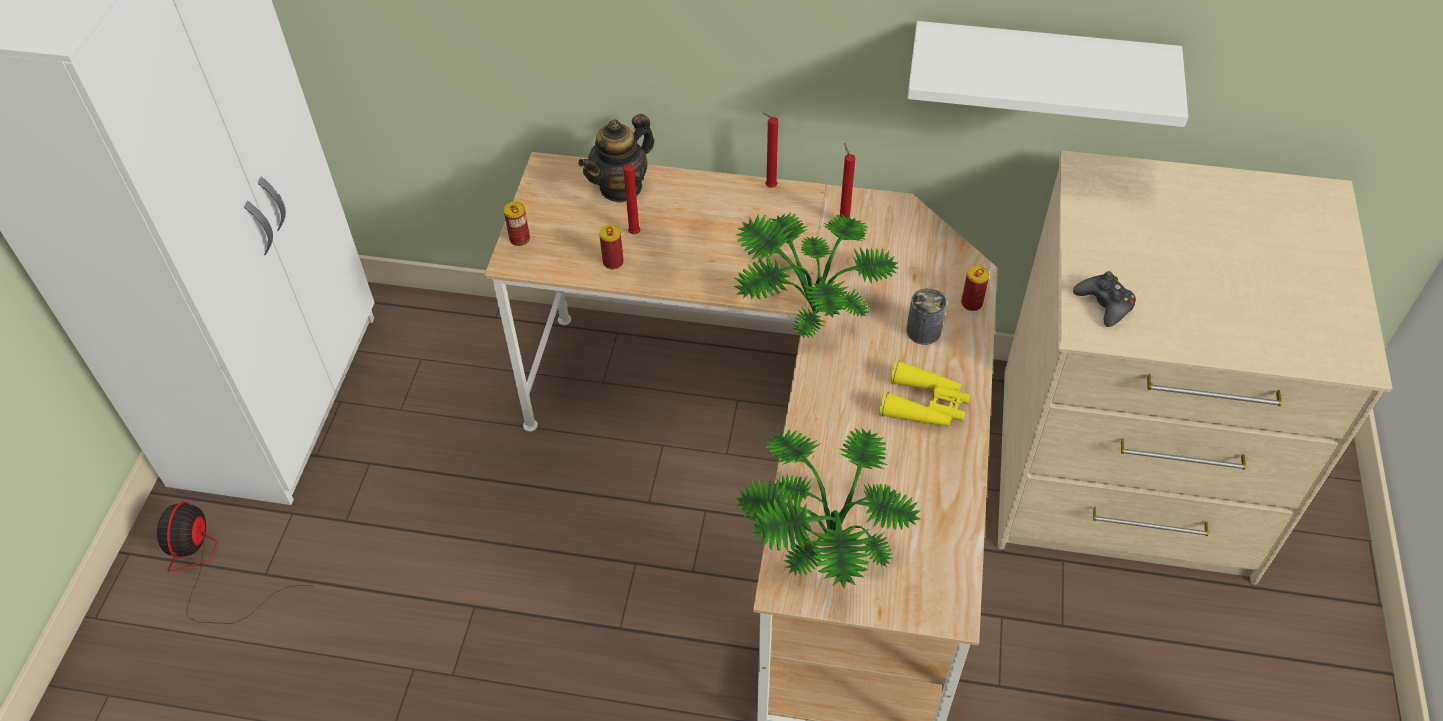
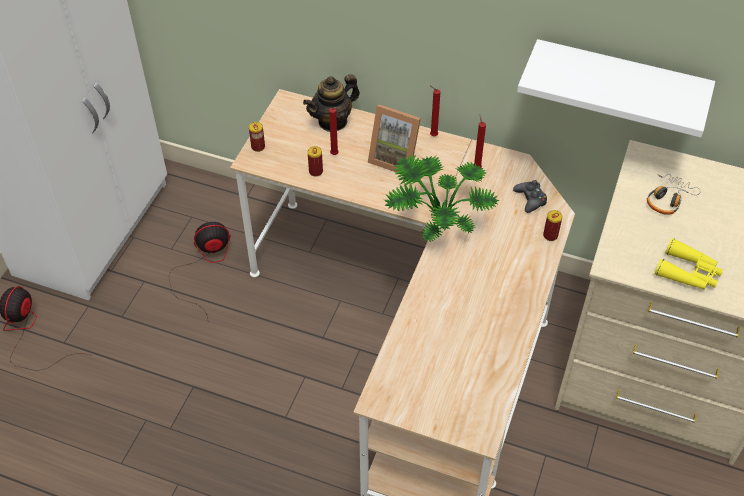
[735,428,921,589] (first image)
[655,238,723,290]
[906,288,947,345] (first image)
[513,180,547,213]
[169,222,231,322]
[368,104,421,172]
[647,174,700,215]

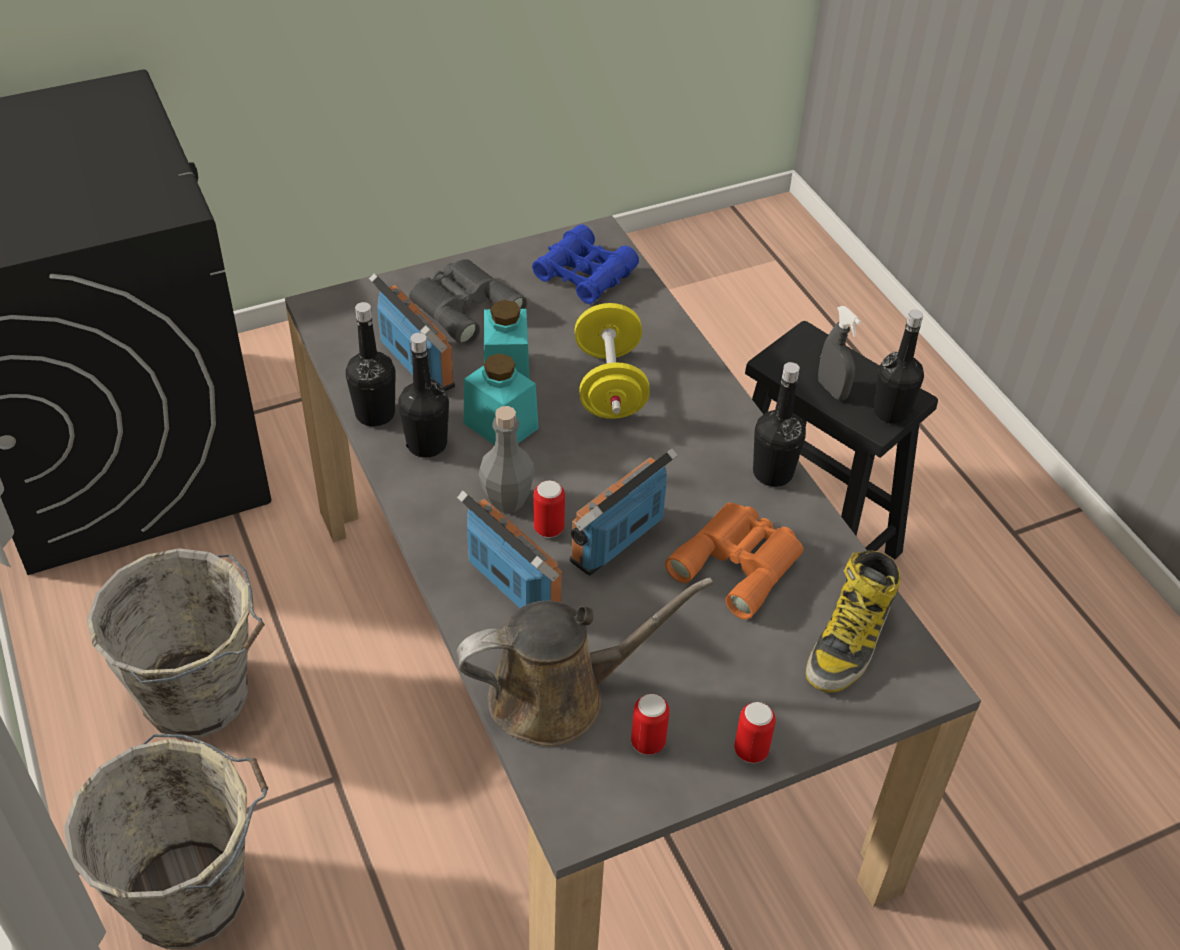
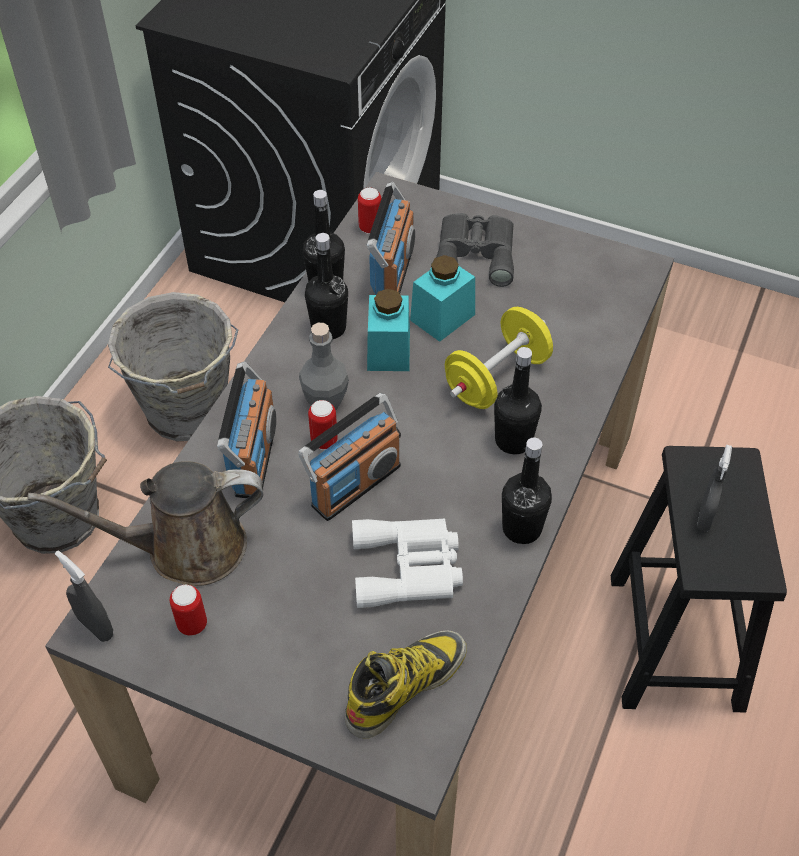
[28,461,263,586]
[532,224,639,304] (first image)
[298,393,401,521]
[352,518,463,608]
[358,187,381,234]
[345,630,467,738]
[494,347,542,454]
[55,550,113,642]

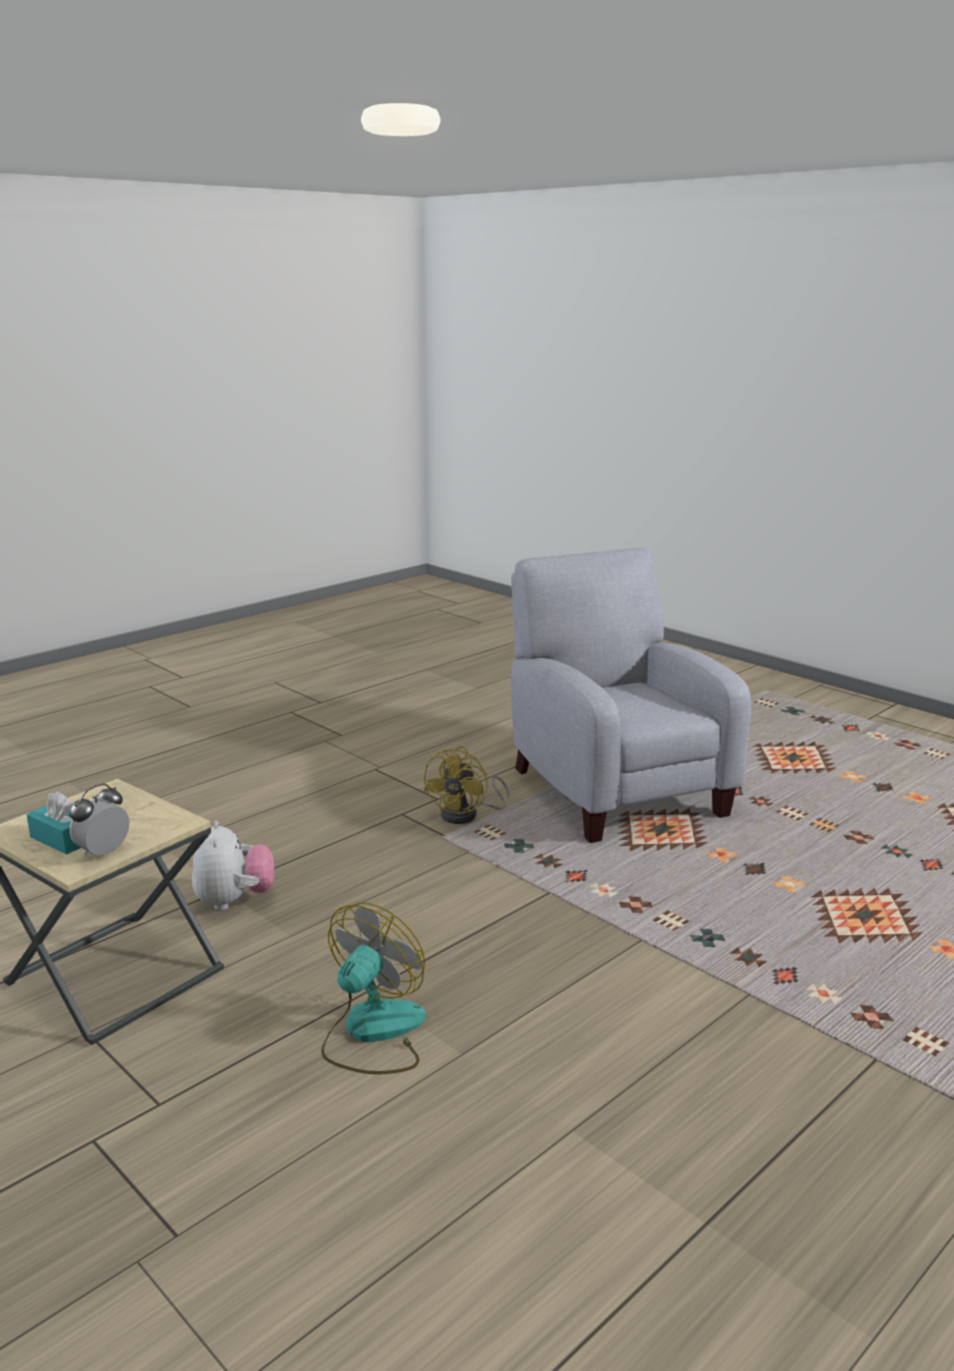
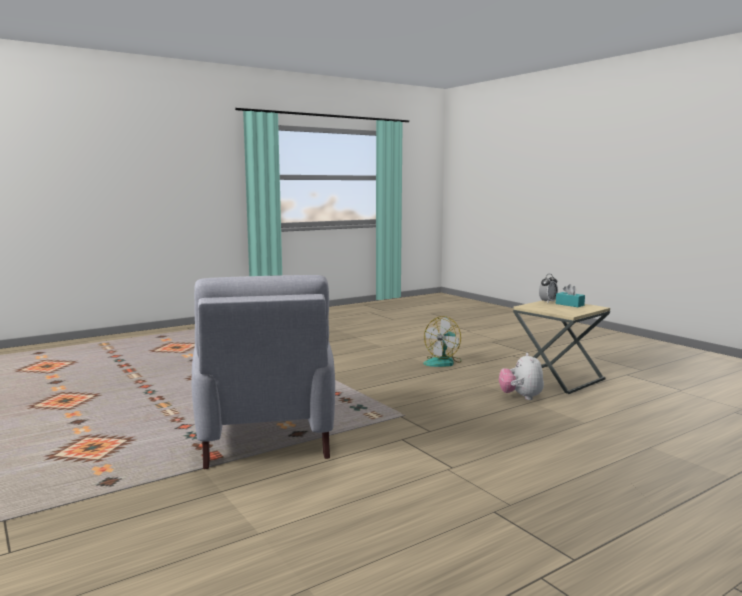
[423,746,509,824] (first image)

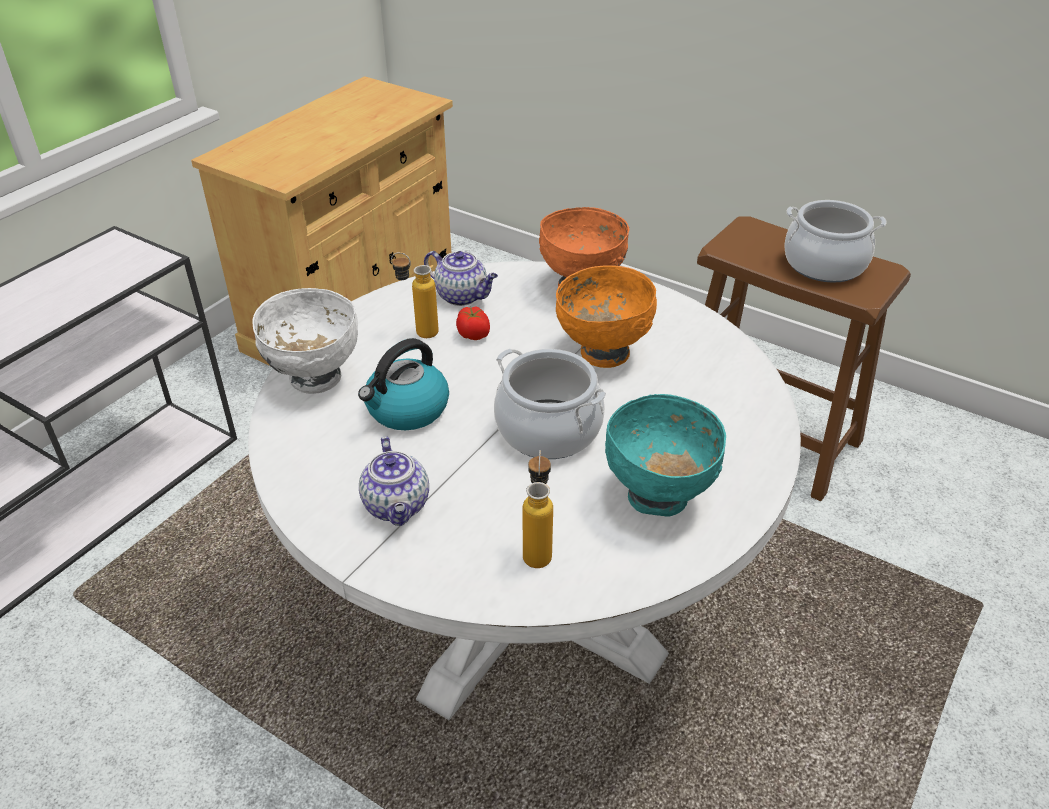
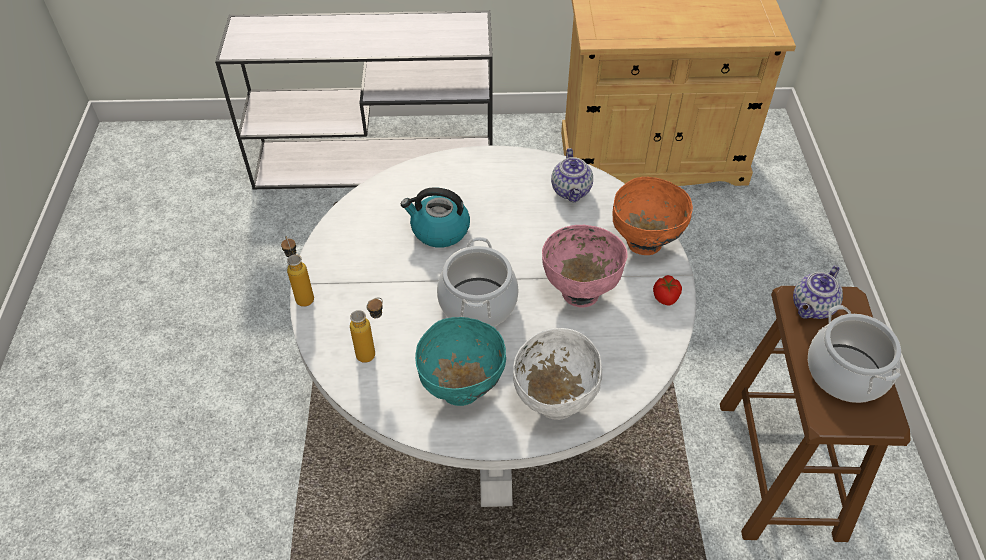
[513,328,602,420]
[793,265,843,319]
[281,235,314,307]
[653,275,682,306]
[542,225,628,308]

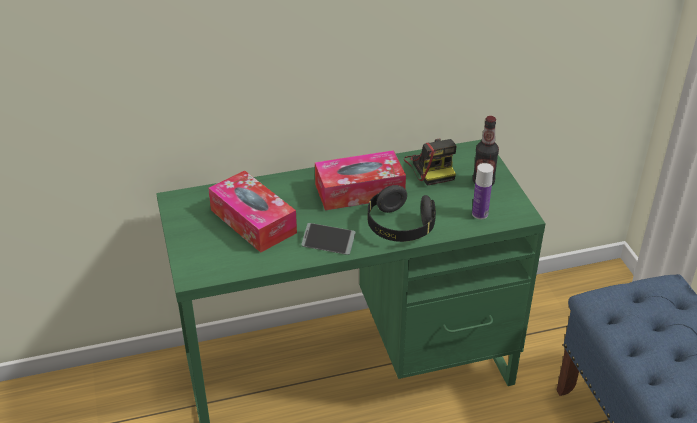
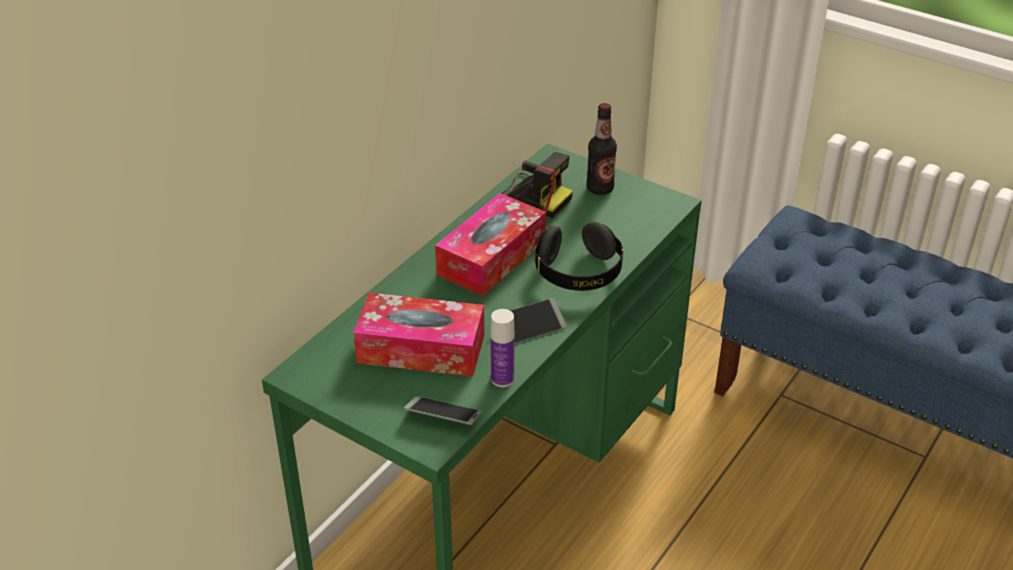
[491,309,515,387]
[404,397,482,425]

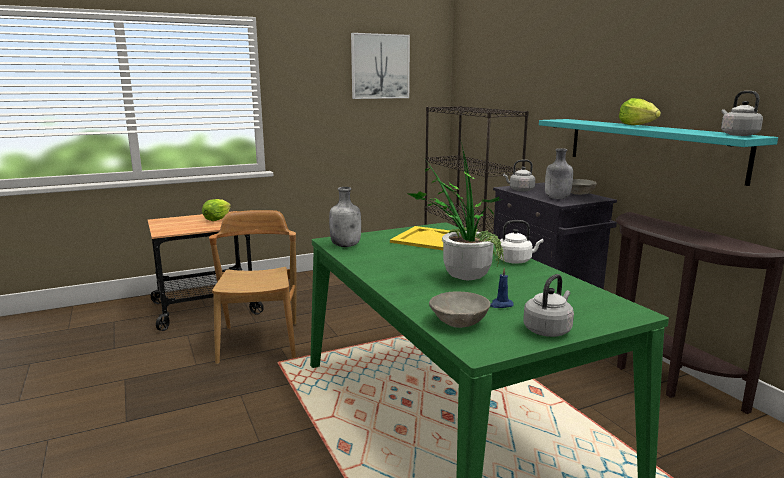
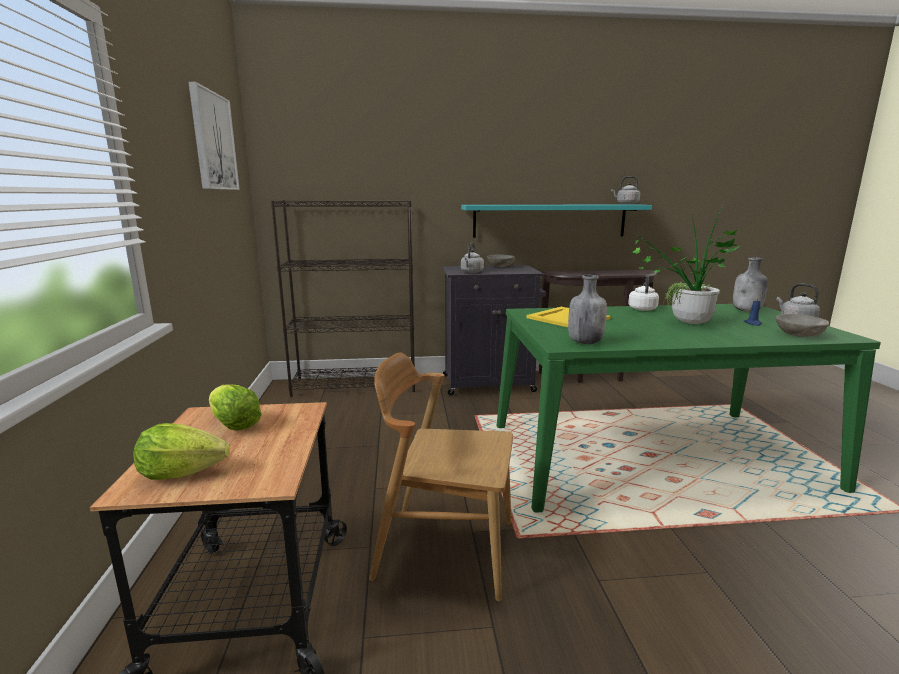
[733,257,768,312]
[133,423,230,480]

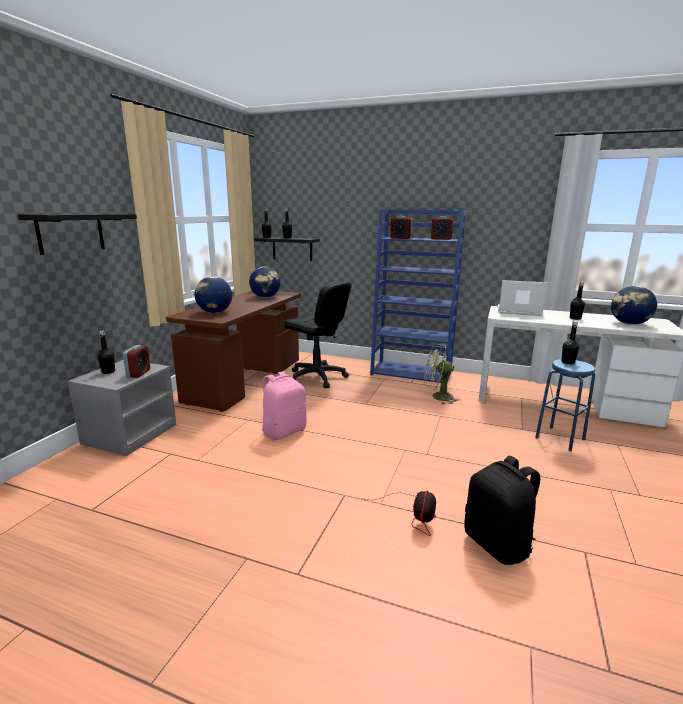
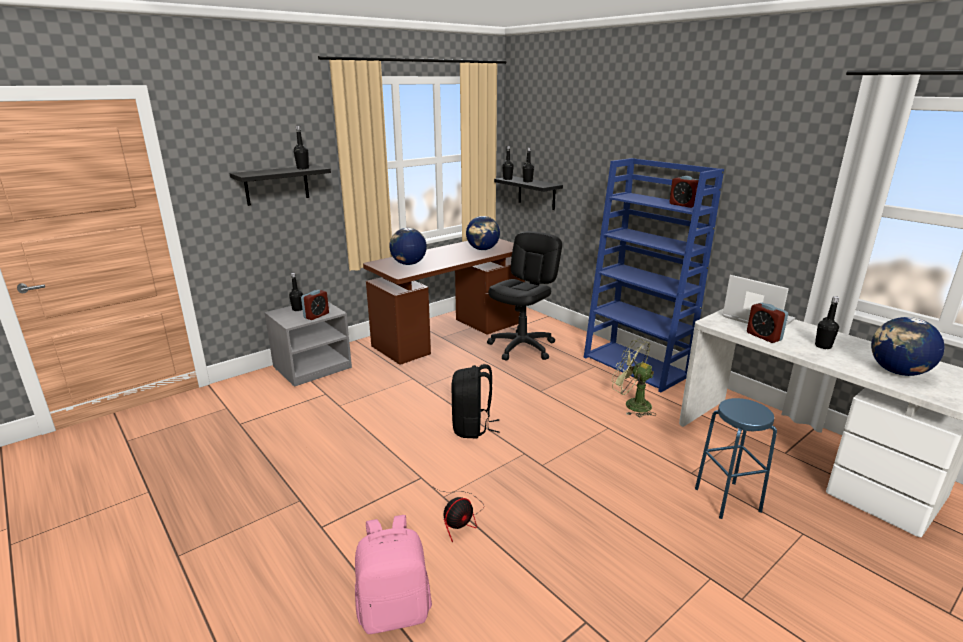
[355,515,432,634]
[487,231,562,361]
[747,303,788,343]
[451,364,500,438]
[294,126,309,169]

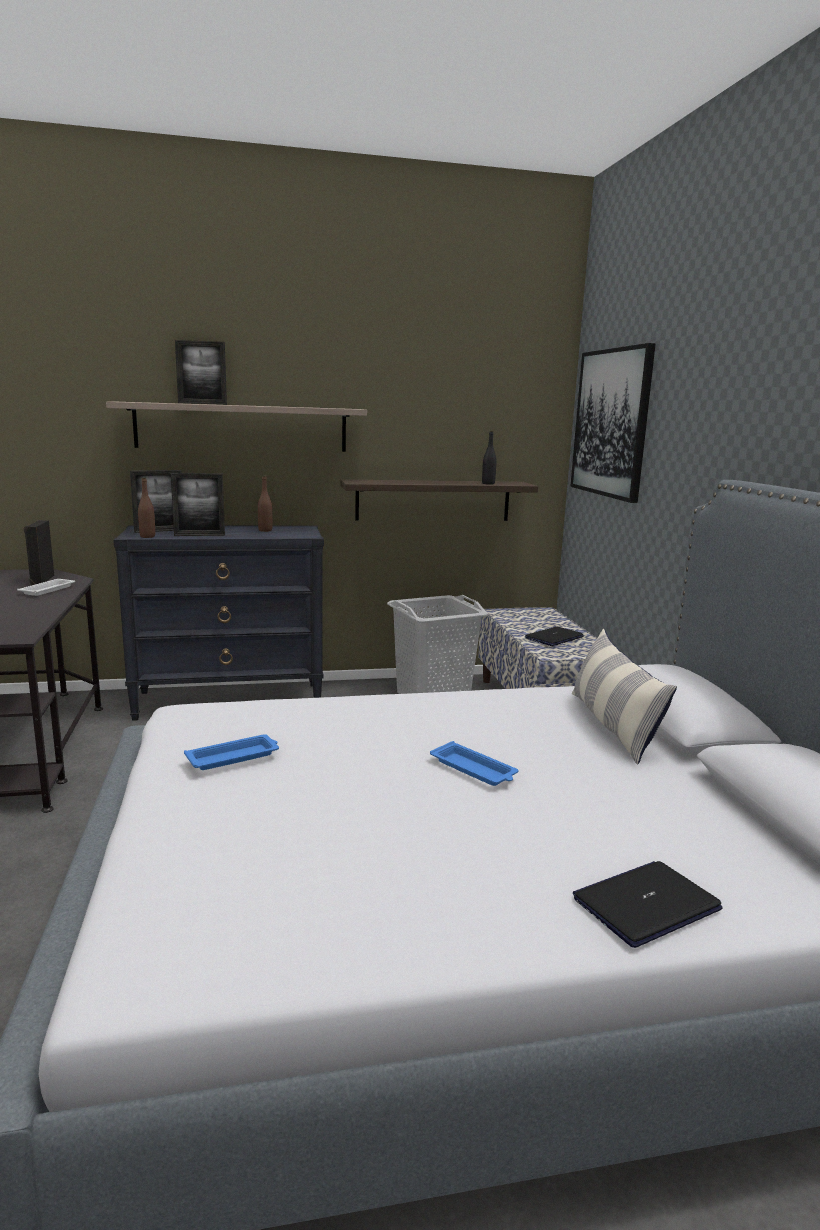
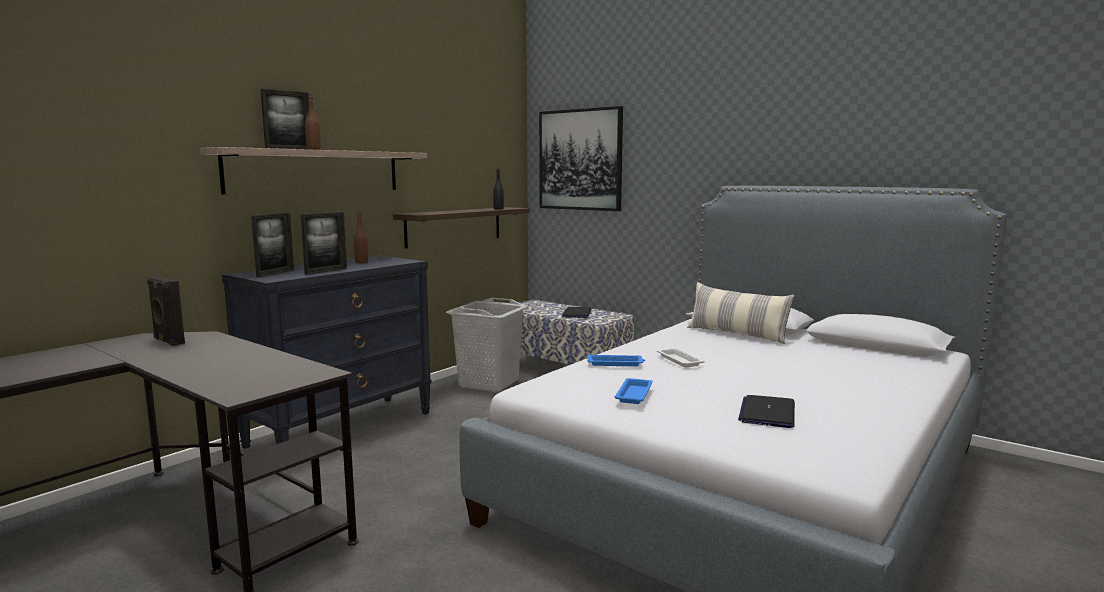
[657,348,705,367]
[305,95,321,150]
[587,354,645,366]
[738,395,795,428]

